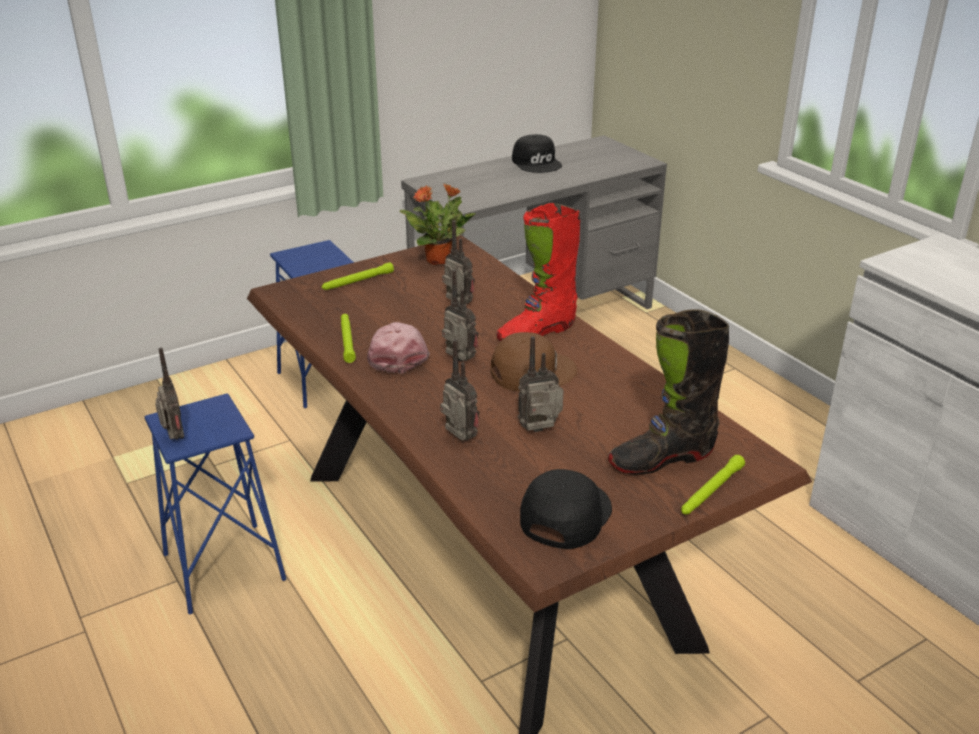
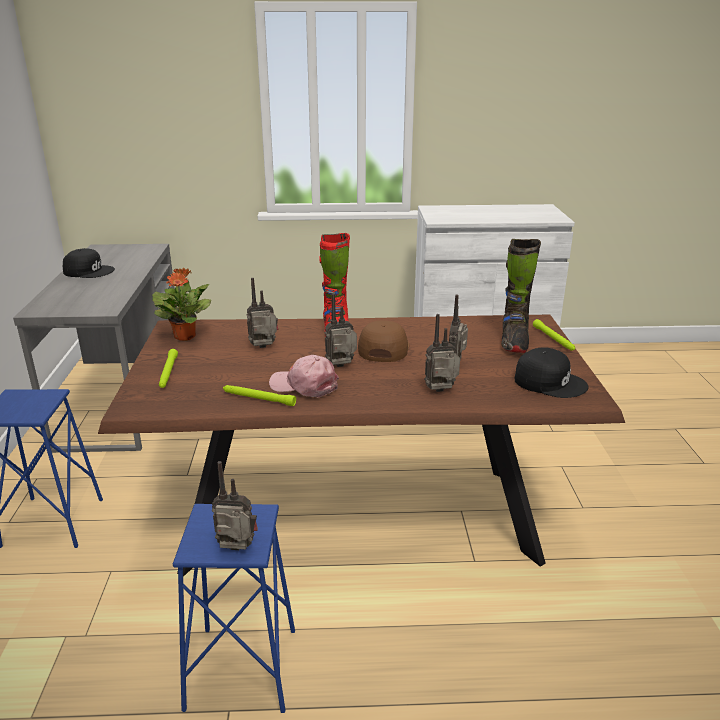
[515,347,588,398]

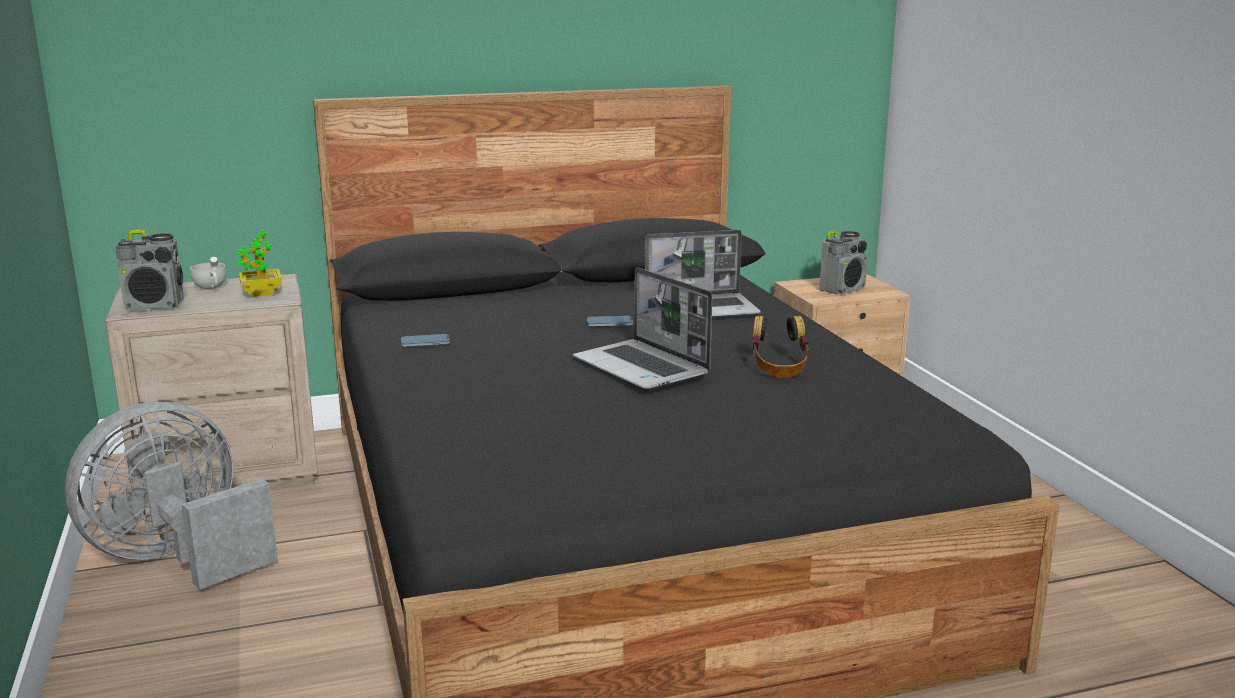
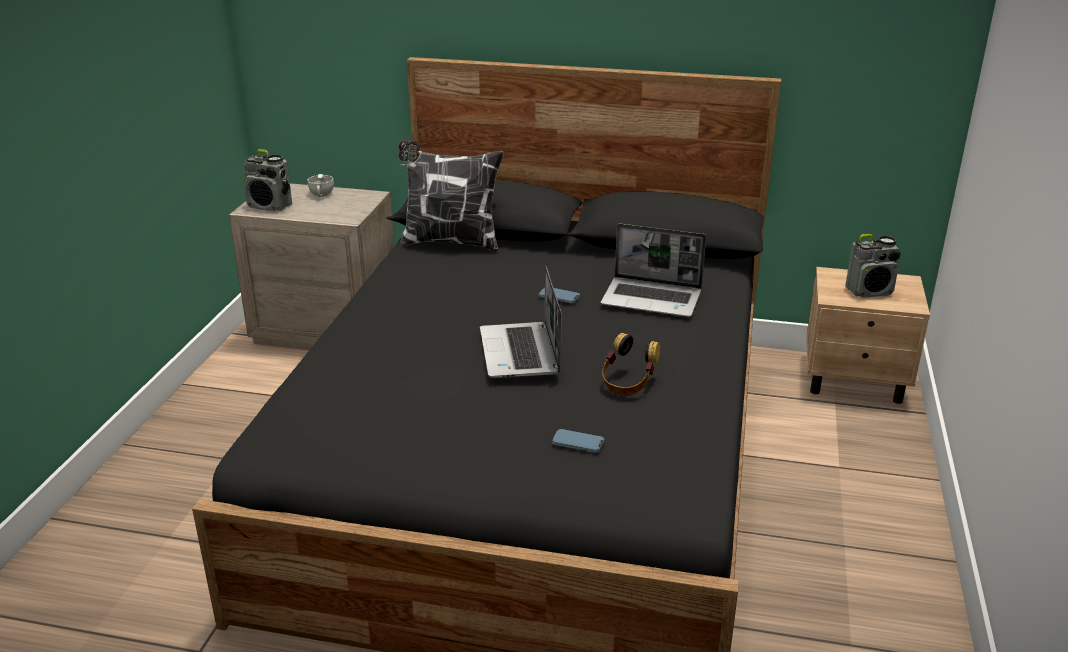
[65,402,278,589] (first image)
[237,230,282,297] (first image)
[552,429,604,453]
[398,140,504,252]

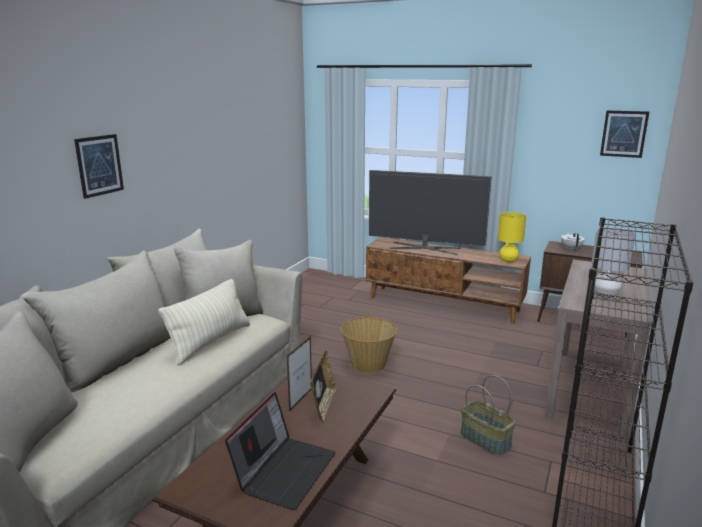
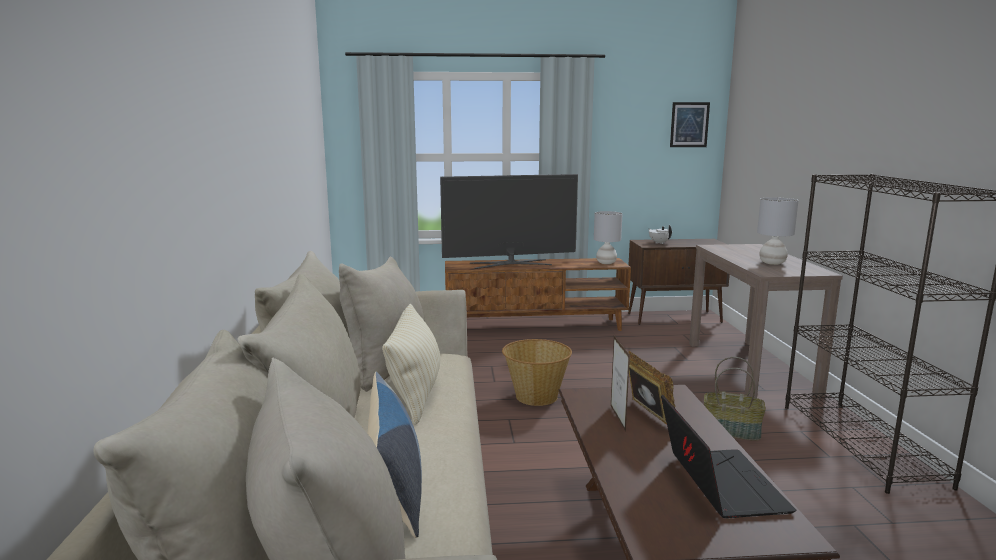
[74,134,124,199] (first image)
[594,211,622,264]
[367,372,422,538]

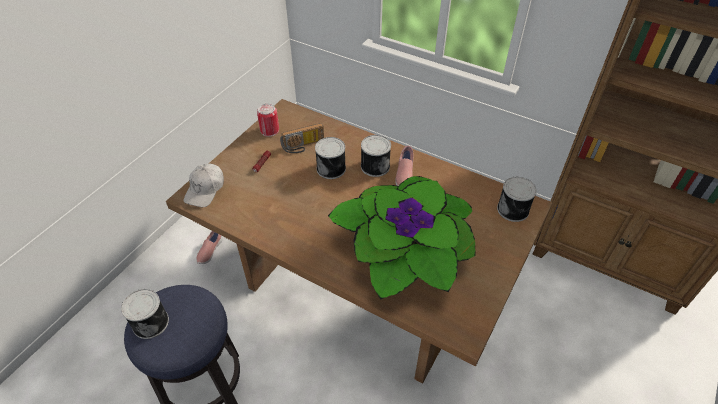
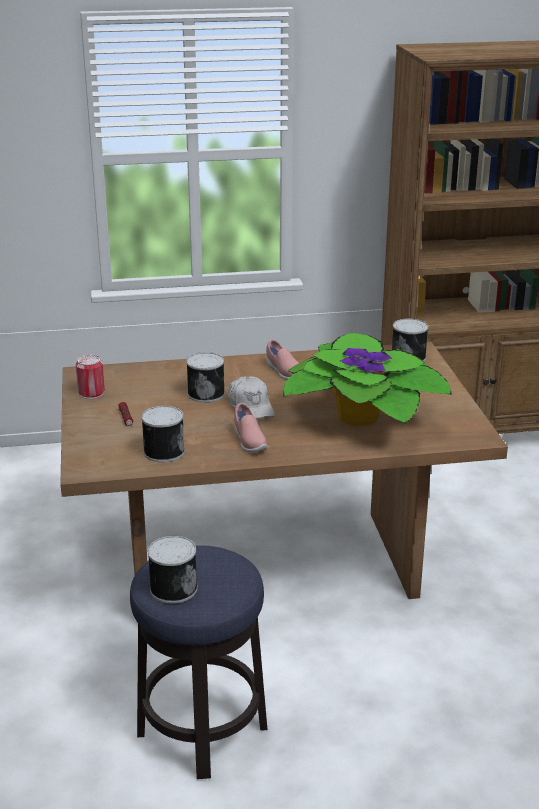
[228,376,275,419]
[234,403,267,453]
[280,123,324,153] (first image)
[141,406,185,462]

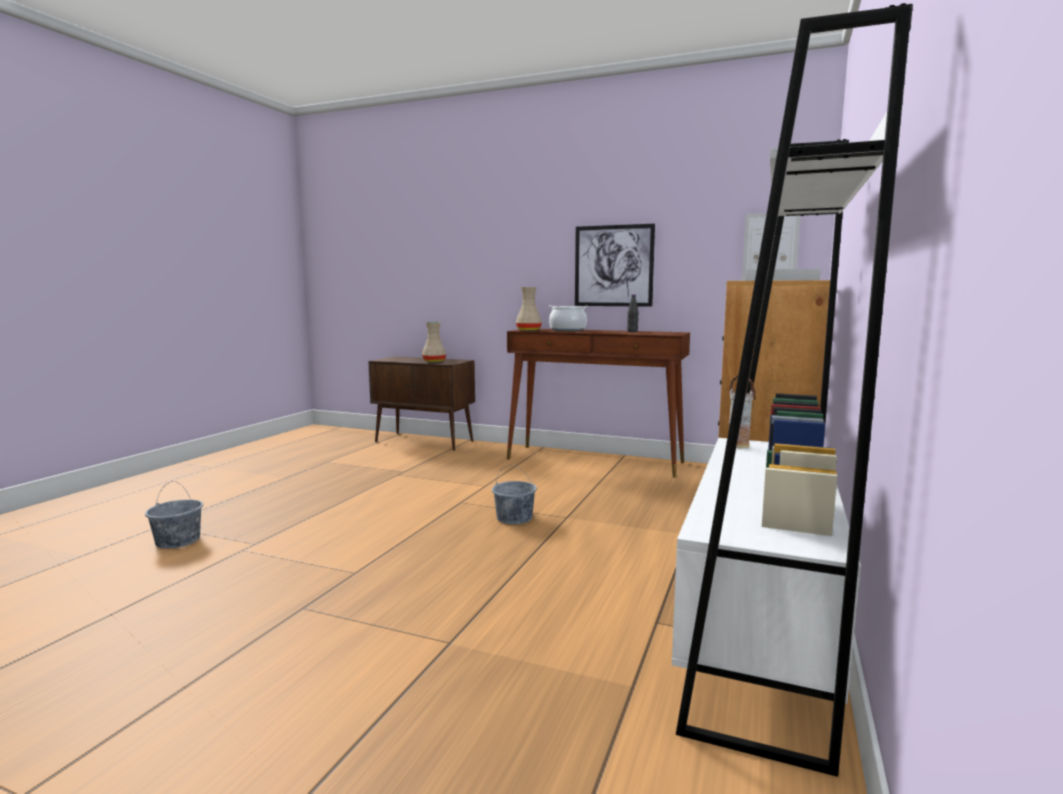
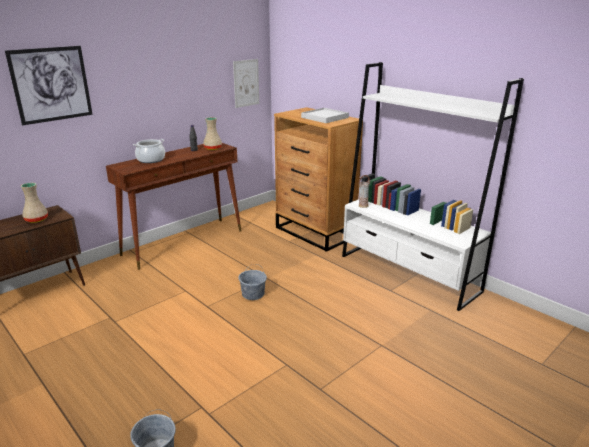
[203,117,222,150]
[5,46,93,125]

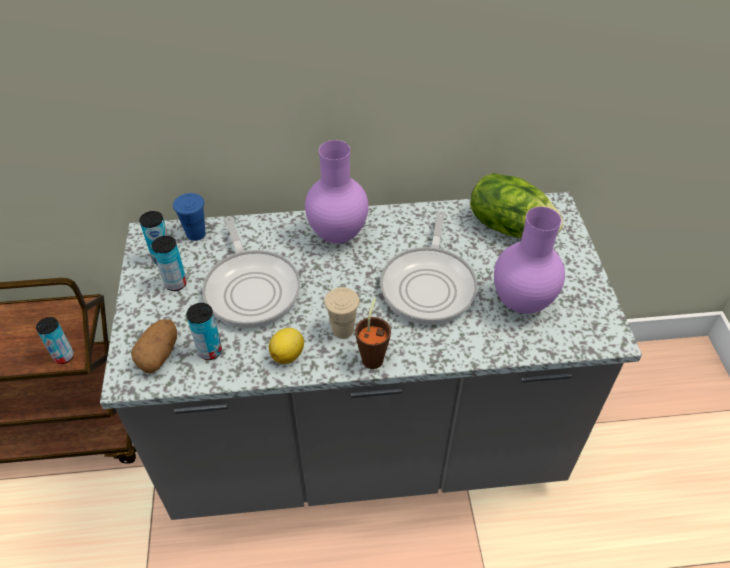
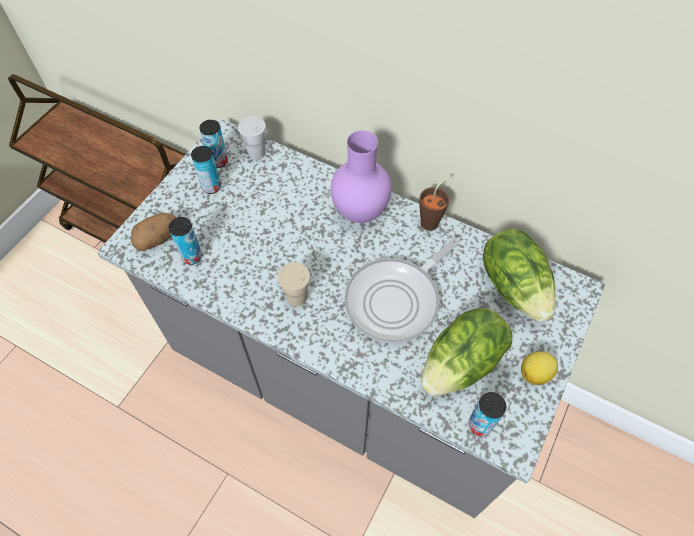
[468,392,506,436]
[238,116,266,159]
[202,217,300,328] (first image)
[521,351,558,385]
[419,175,451,231]
[421,308,512,396]

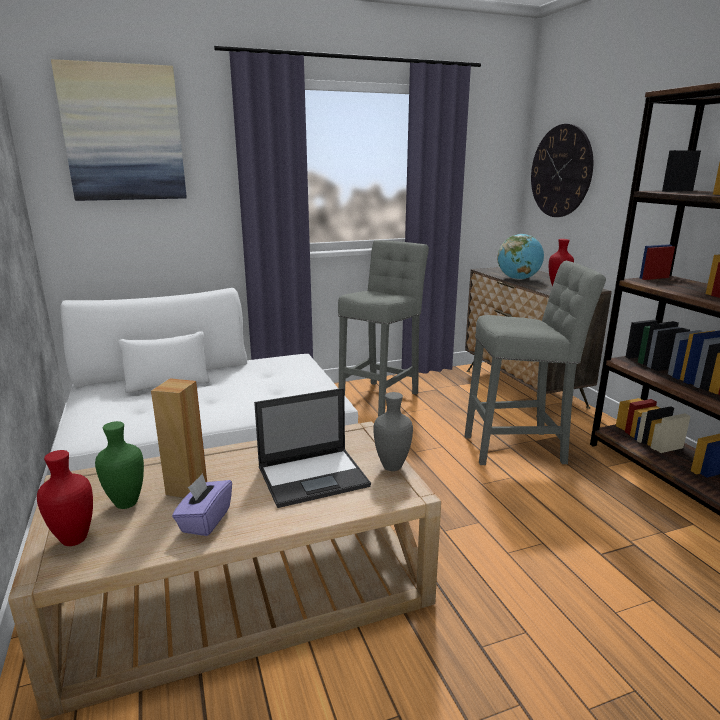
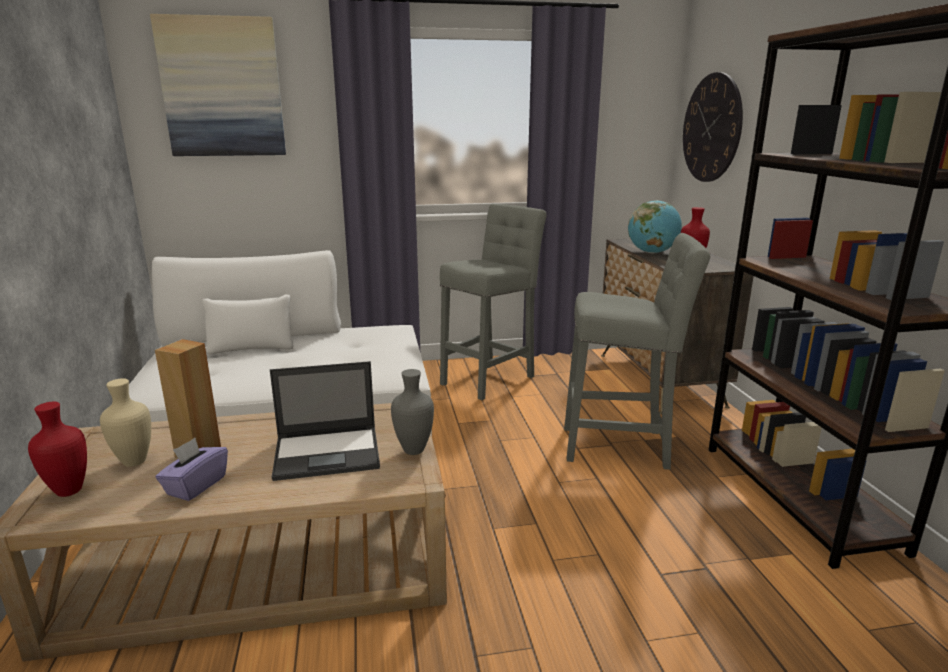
[100,378,151,467]

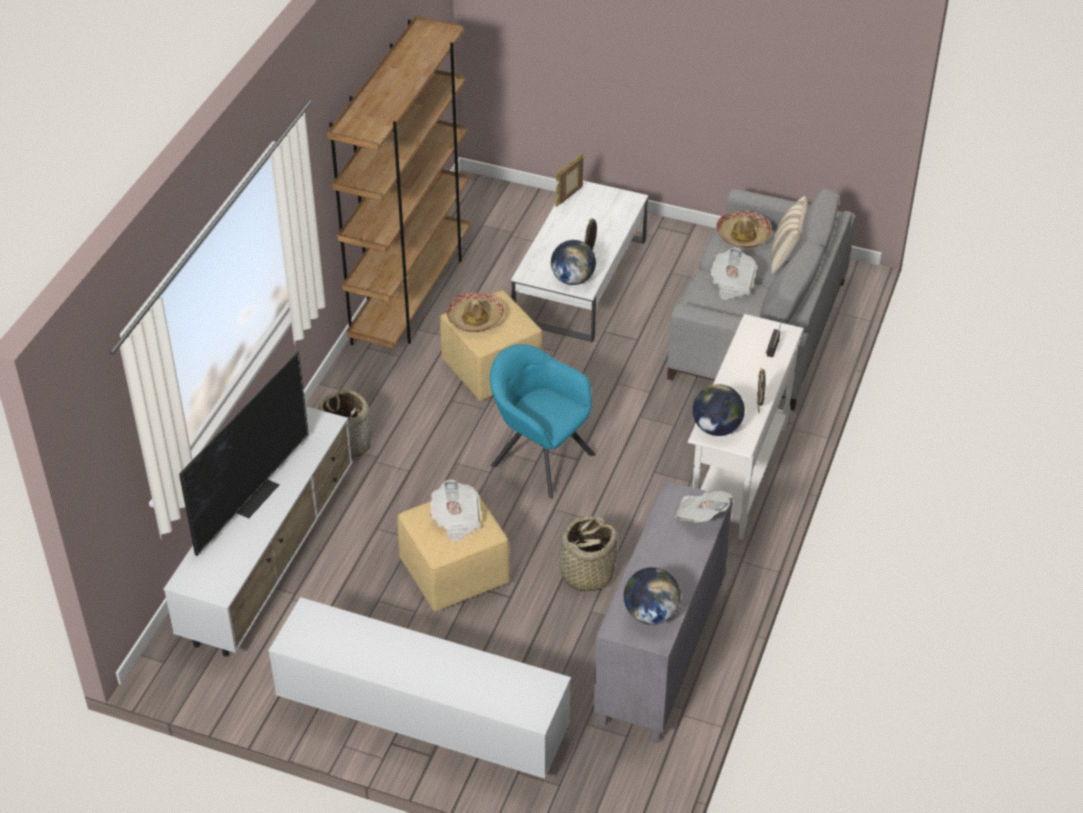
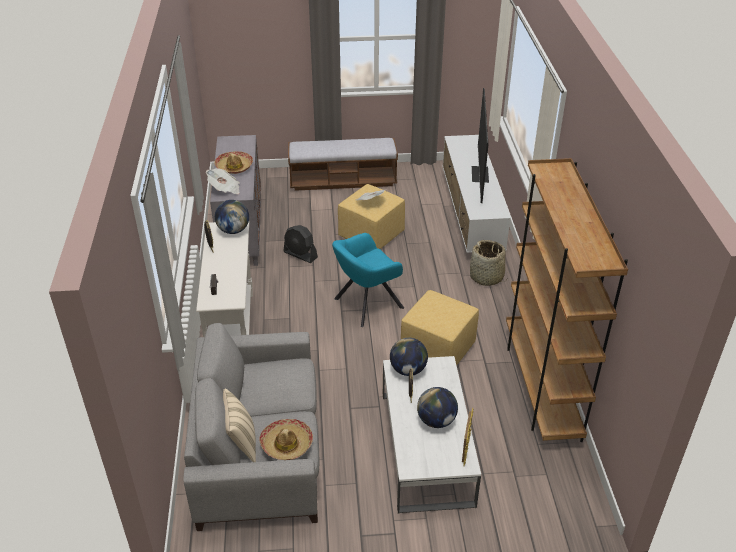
[288,138,398,191]
[214,151,253,174]
[332,233,404,327]
[283,225,318,263]
[417,387,458,428]
[710,248,757,299] (first image)

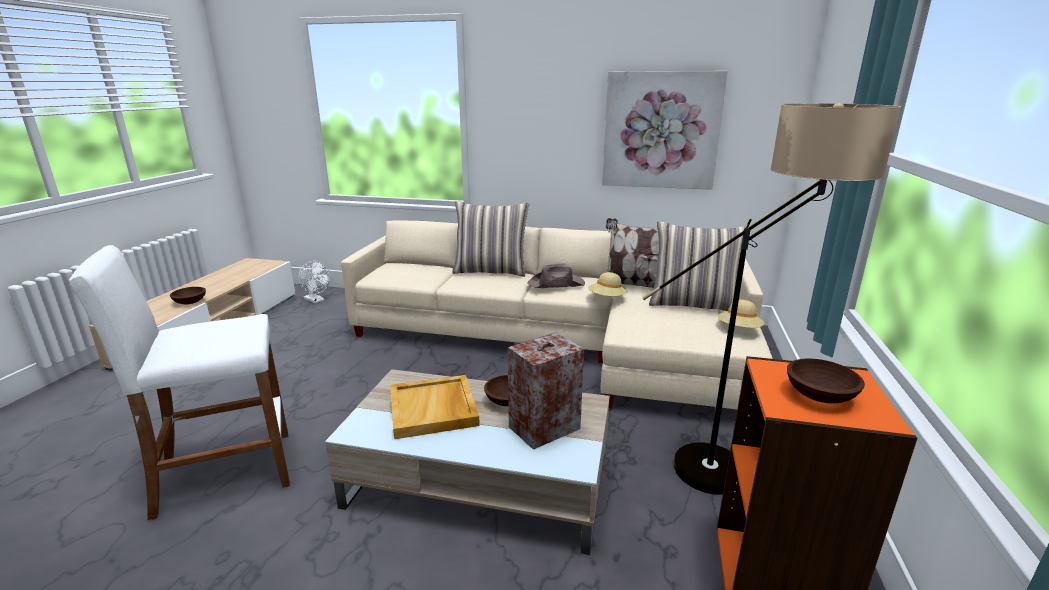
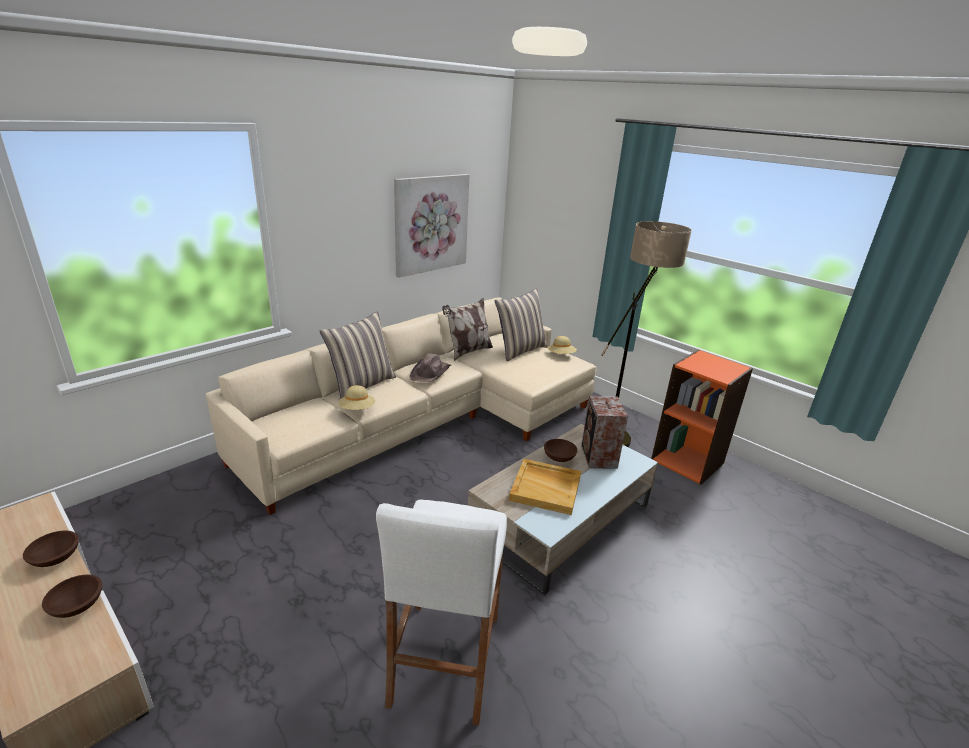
[298,261,330,303] (first image)
[338,385,375,410]
[23,530,79,567]

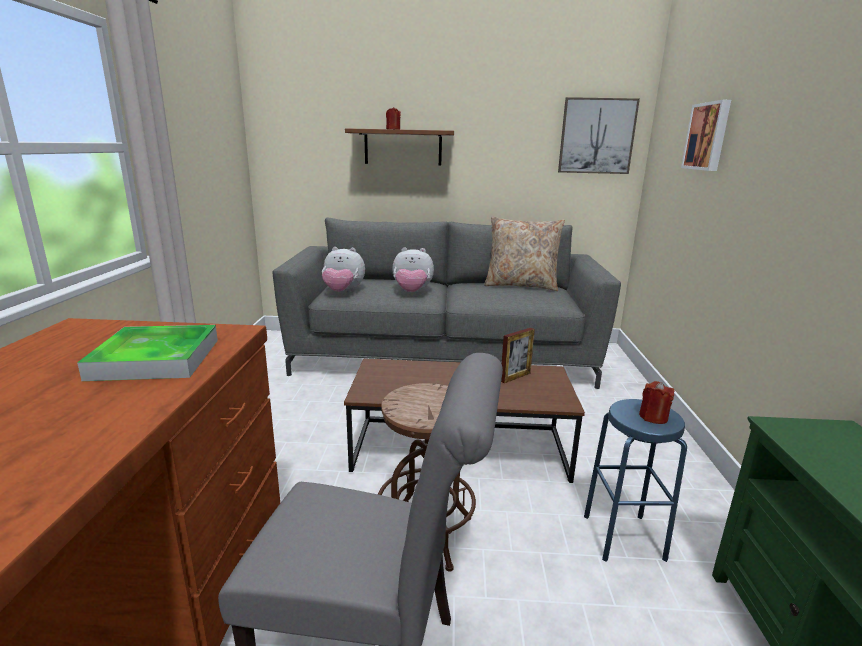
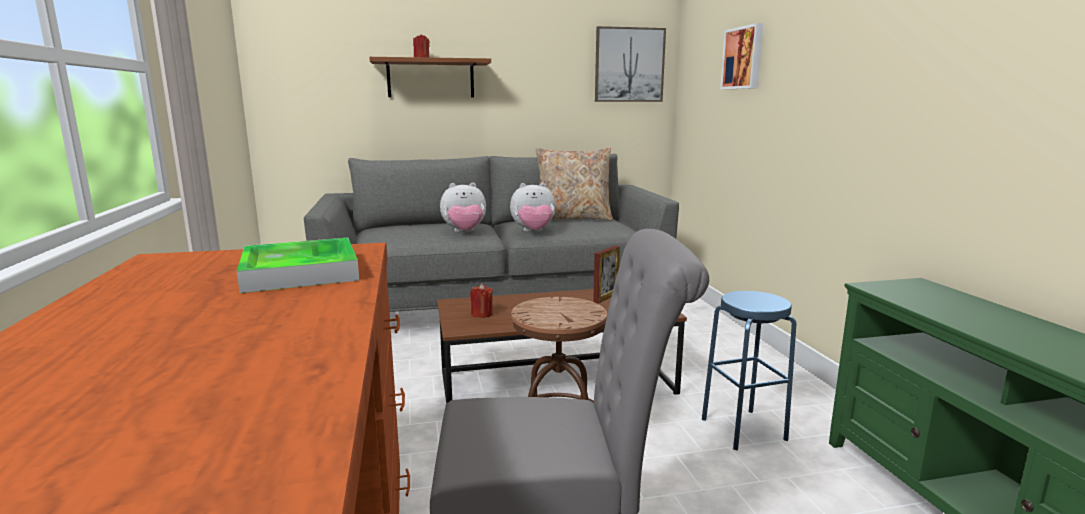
[510,183,555,232]
[470,283,493,318]

